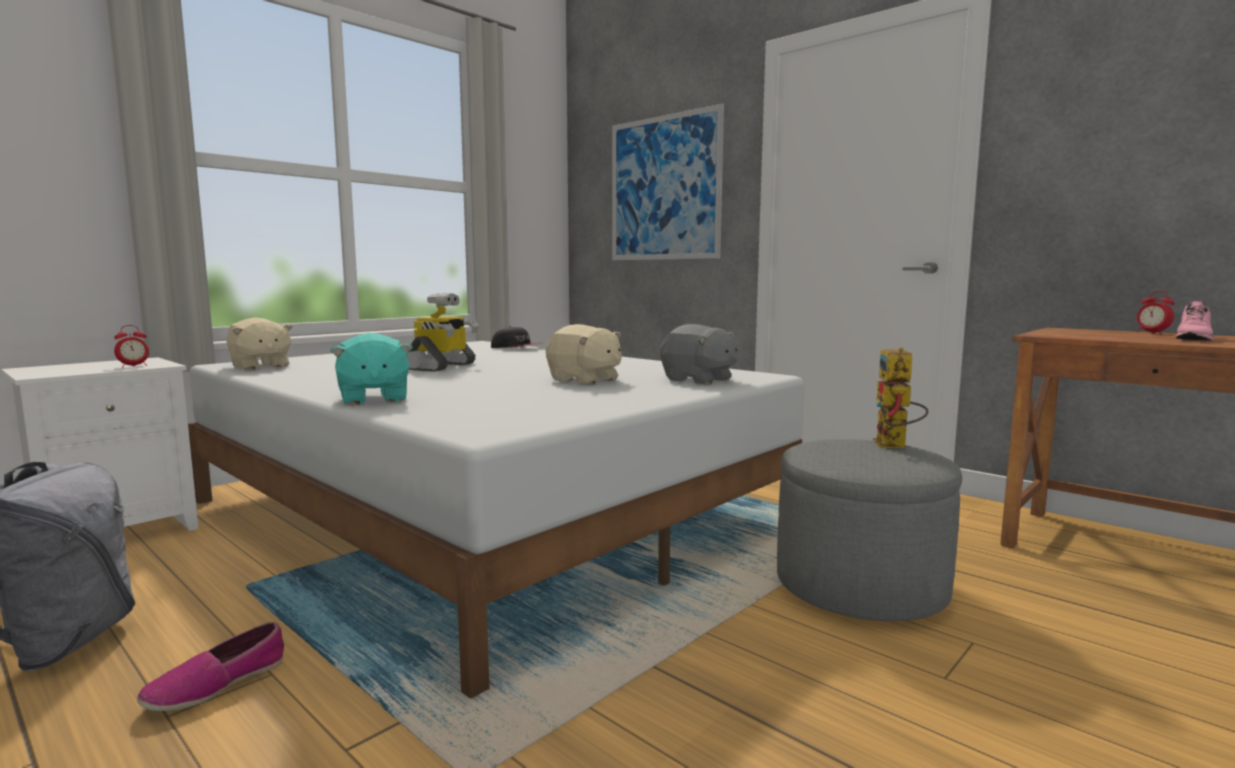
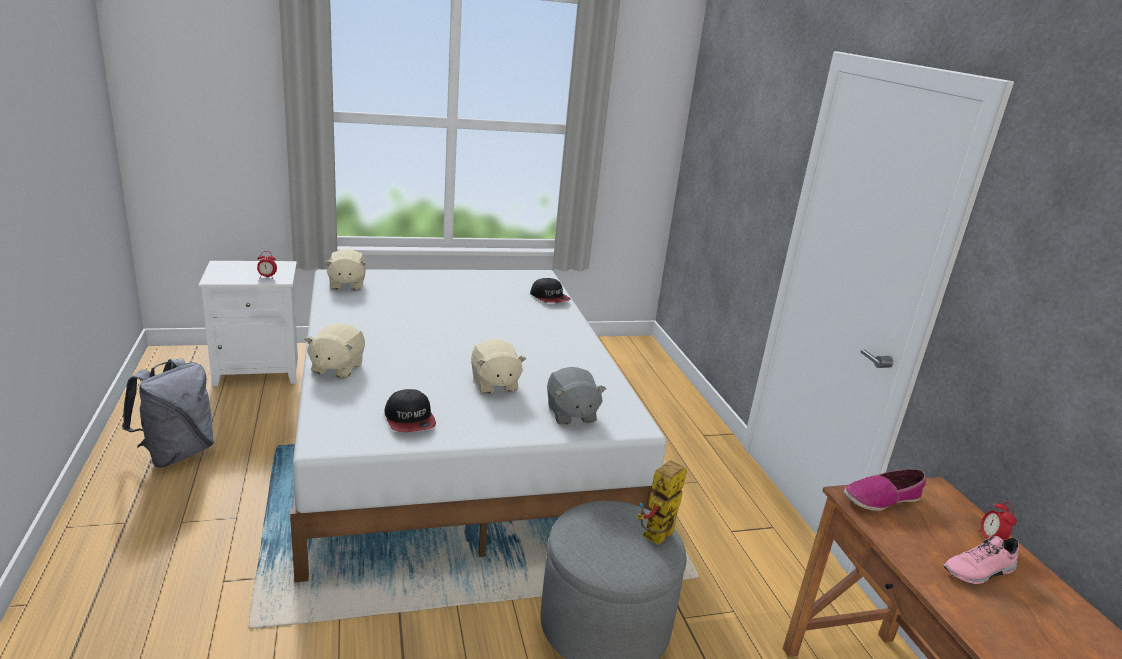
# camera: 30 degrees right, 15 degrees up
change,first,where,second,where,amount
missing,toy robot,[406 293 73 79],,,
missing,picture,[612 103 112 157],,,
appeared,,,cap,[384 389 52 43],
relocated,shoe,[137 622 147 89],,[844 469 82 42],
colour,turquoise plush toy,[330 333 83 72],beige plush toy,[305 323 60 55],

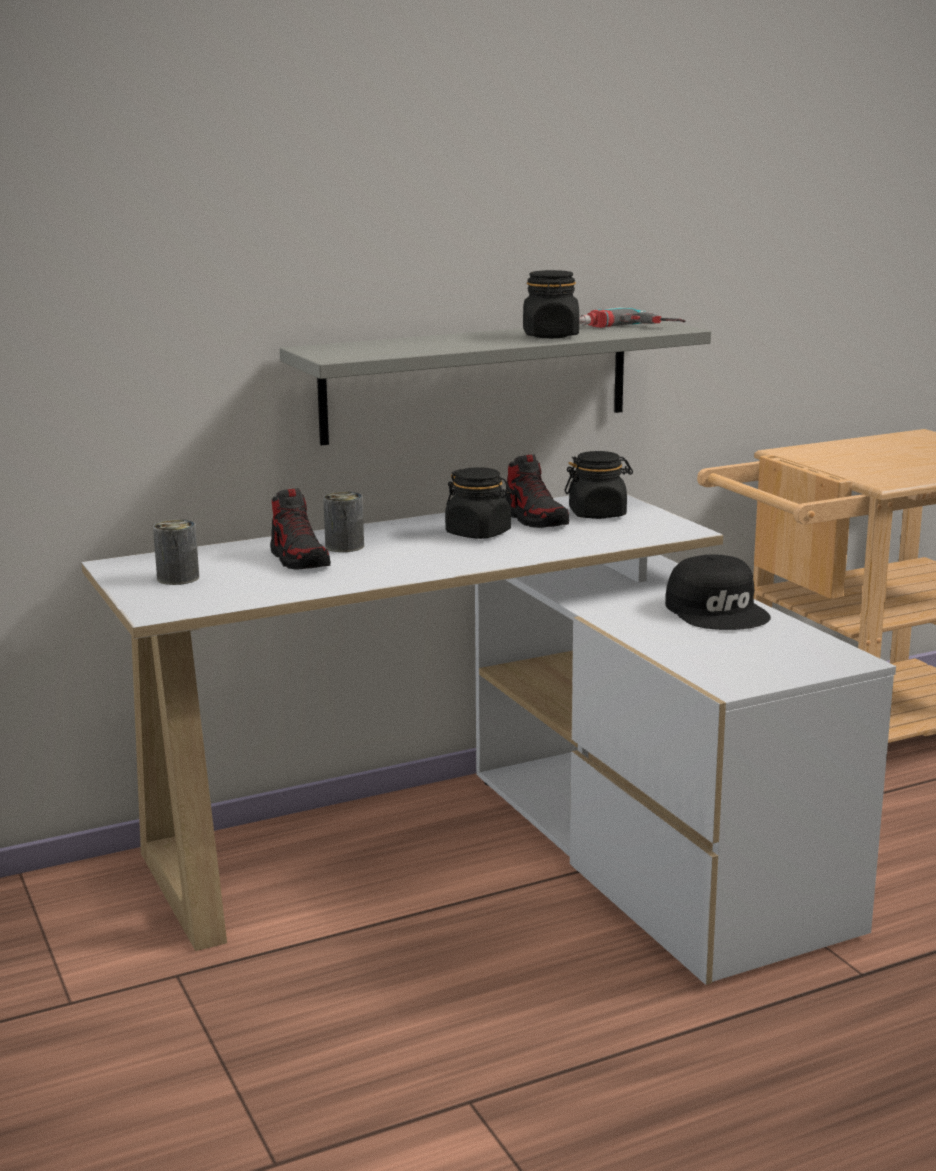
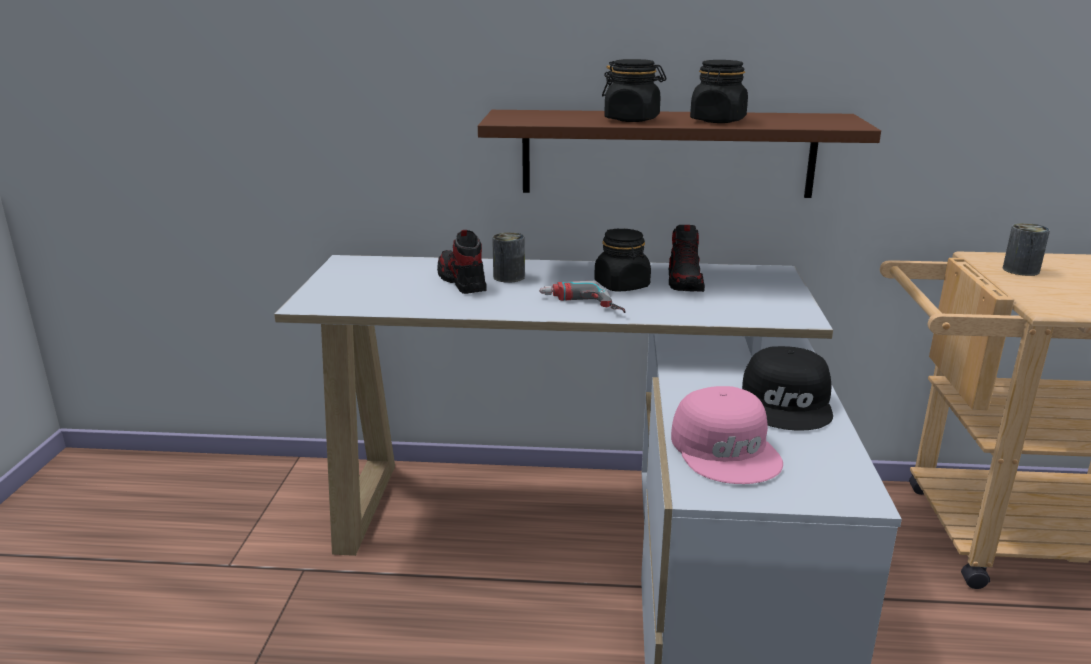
# camera: 30 degrees right, 5 degrees up
change,first,where,second,where,amount
appeared,,,pink cap,[671 386 112 98],
relocated,can,[153 519 46 66],,[1003 223 47 53],
relocated,black jar,[564 451 69 68],,[602 59 65 63],
relocated,power drill,[579 307 106 21],,[539 281 87 32],
colour,grey shelf,[280 321 431 124],brown shelf,[478 110 403 88],
spun,shoe,[270 489 61 80],,[437 230 50 64],150 degrees clockwise

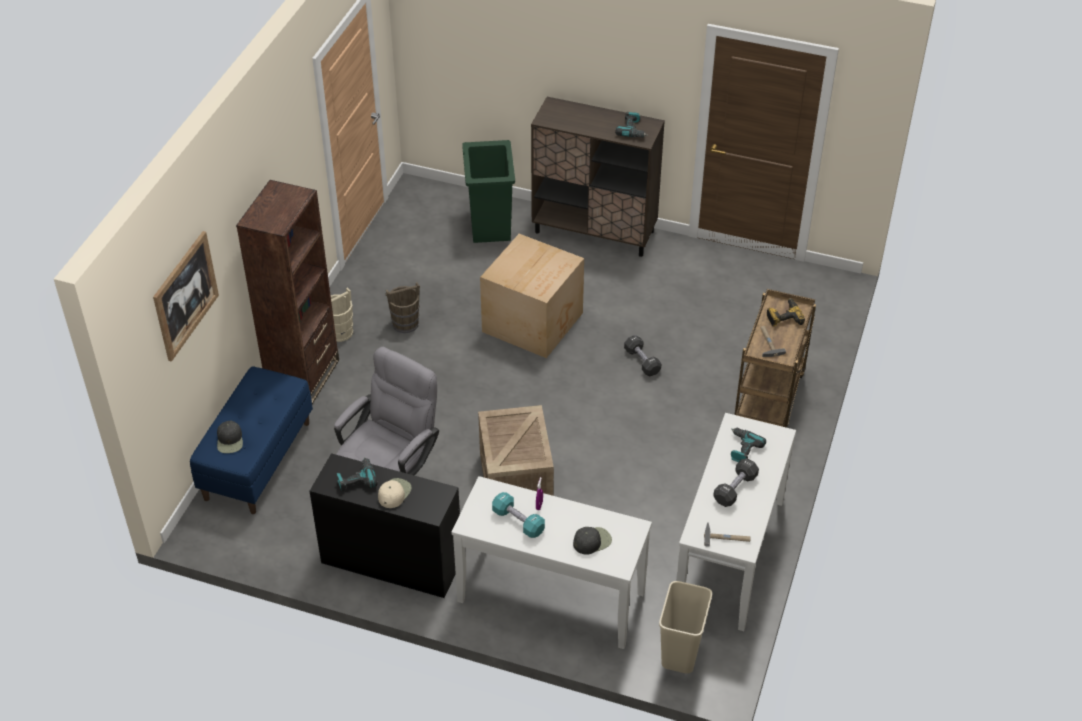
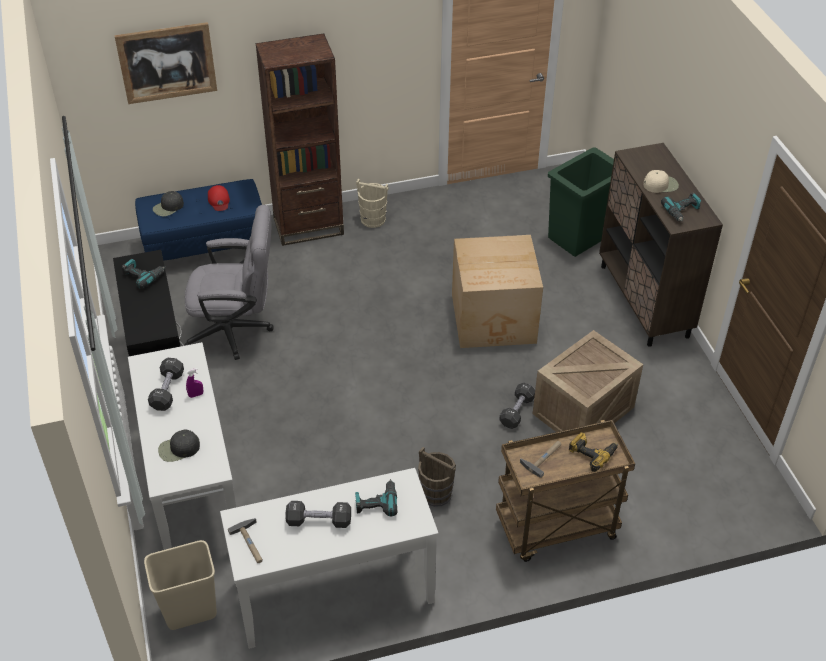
# camera: 55 degrees right, 0 degrees up
change,first,where,second,where,amount
appeared,,,red cap,[208 185 22 26],
relocated,beige cap,[378 478 34 30],,[643 170 36 23],
relocated,brown bucket,[386 282 34 51],,[418 447 38 60],
relocated,crate,[478 405 76 91],,[533 330 110 102],
colour,turquoise dumbbell,[492 492 53 46],black dumbbell,[148 358 36 53],
spun,black cap,[573 527 39 28],,[158 429 42 33],135 degrees clockwise

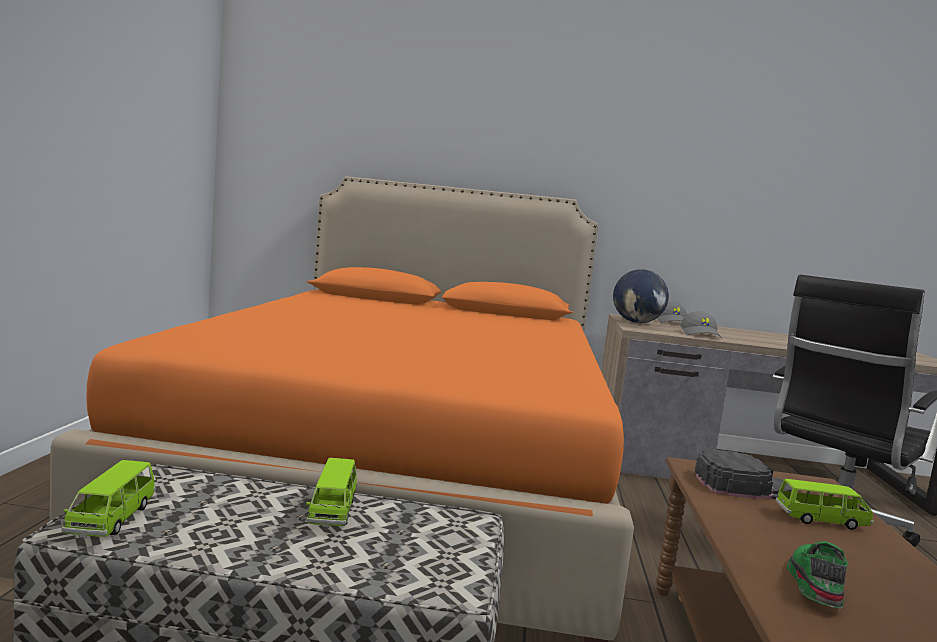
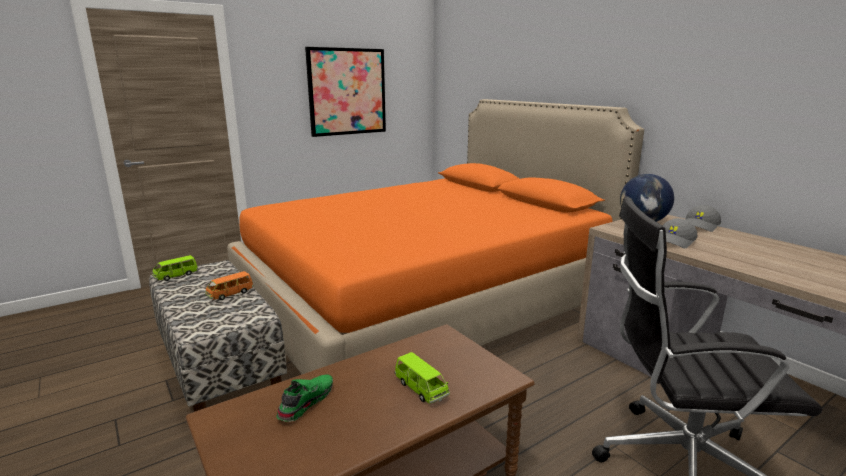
# camera: 50 degrees right, 10 degrees up
change,first,where,second,where,amount
missing,black cap,[695 449 98 51],,,
appeared,,,picture,[305 47 81 90],
colour,green toy car,[306 458 51 70],orange toy car,[205 271 49 29],
spun,green shoe,[787 541 61 68],,[276 374 57 48],45 degrees counterclockwise

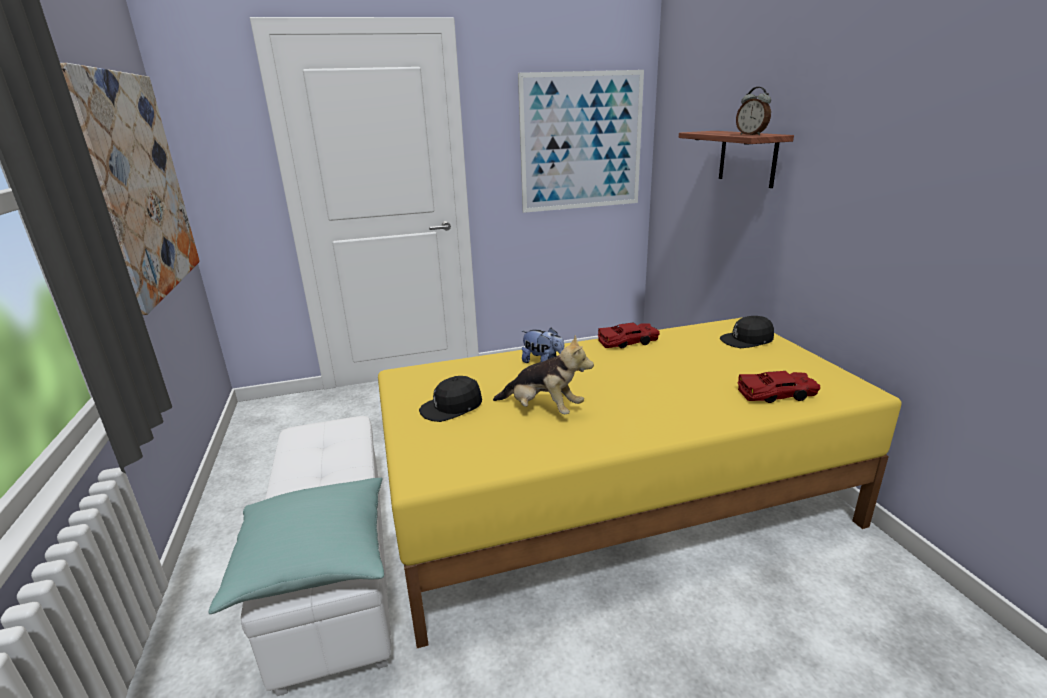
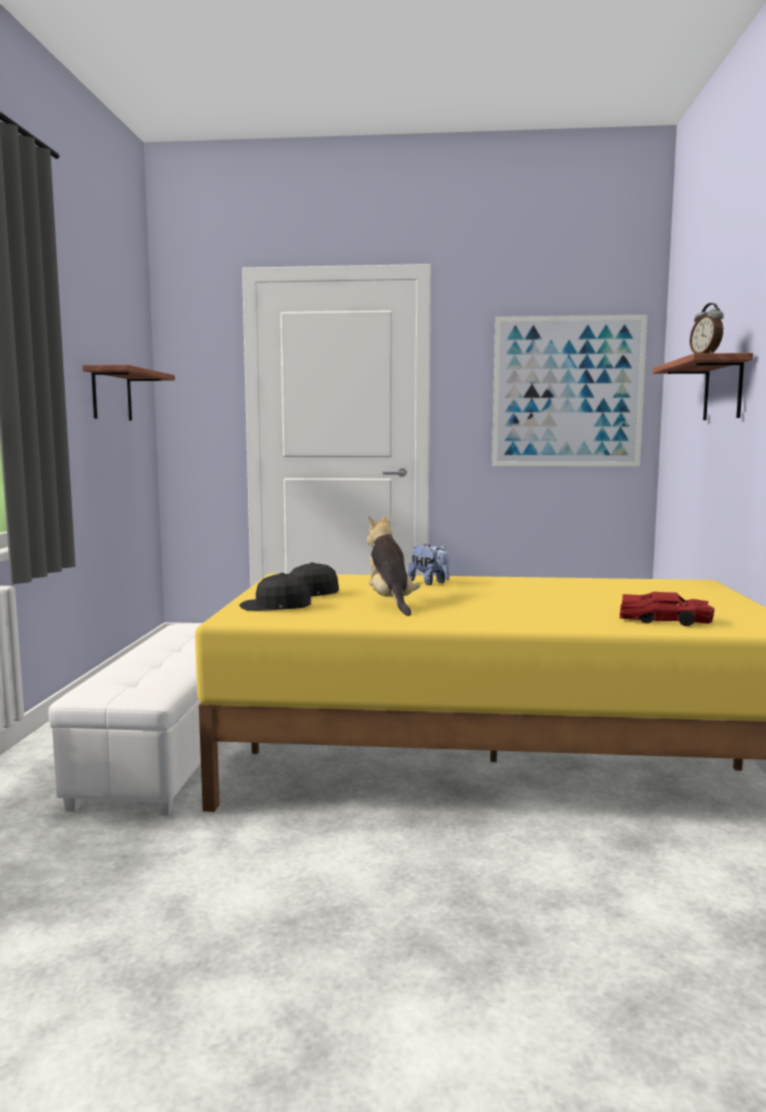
# camera: 20 degrees right, 15 degrees down
change,first,where,second,where,amount
missing,turquoise pillow,[209 478 175 136],,,
missing,red toy car,[598 322 62 26],,,
relocated,black cap,[720 316 54 32],,[239 573 72 38],
exchanged,picture,[60 63 140 252],shelf,[82 365 93 56],
spun,plush toy,[493 335 101 80],,[367 516 53 100],150 degrees counterclockwise

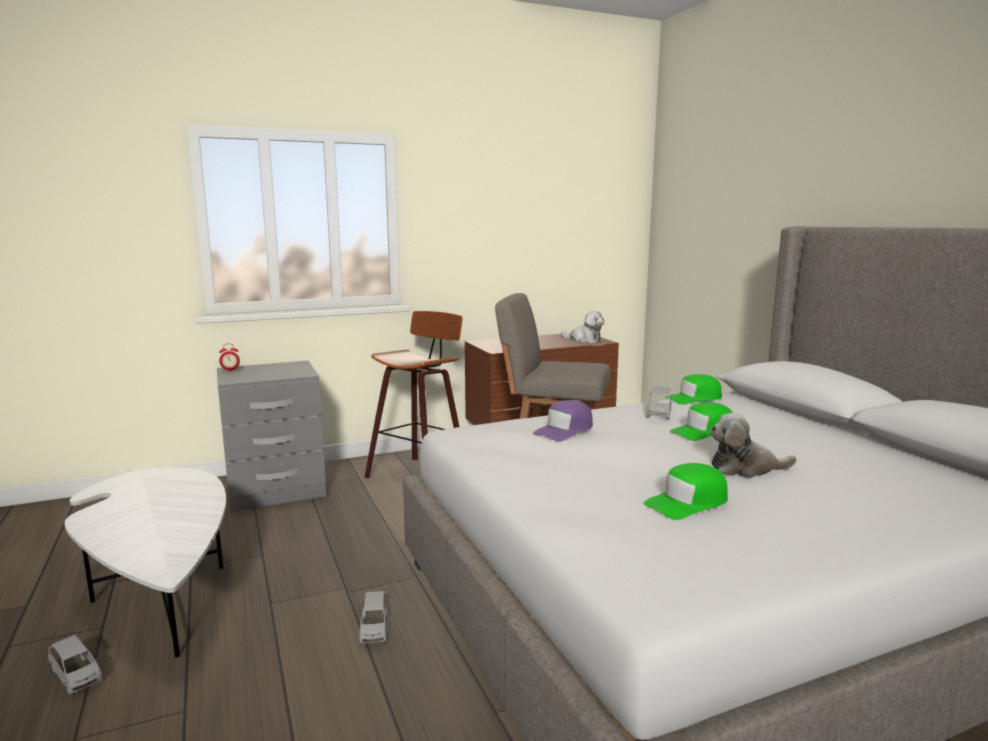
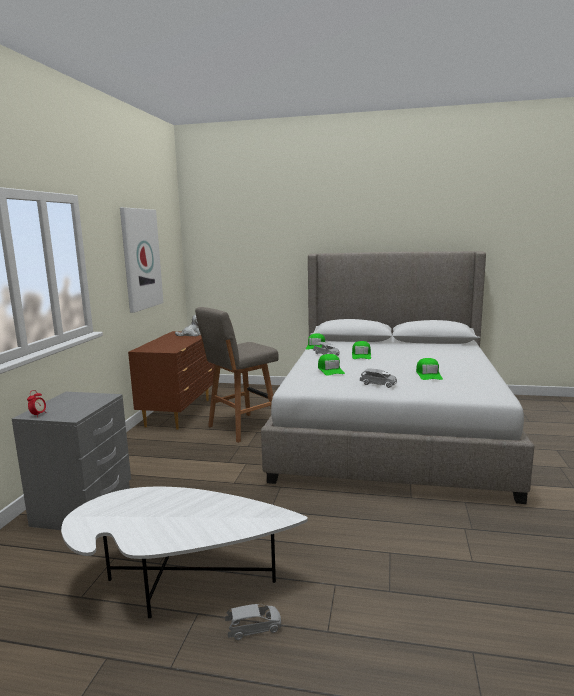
# camera: 55 degrees left, 0 degrees up
change,first,where,second,where,amount
missing,stool,[365 311 98 167],,,
missing,plush toy,[710 413 87 65],,,
appeared,,,picture,[120 207 44 106],
relocated,grey toy car,[359 591 29 52],,[360 368 37 20],
colour,purple cap,[533 400 60 41],green cap,[318 354 27 22],

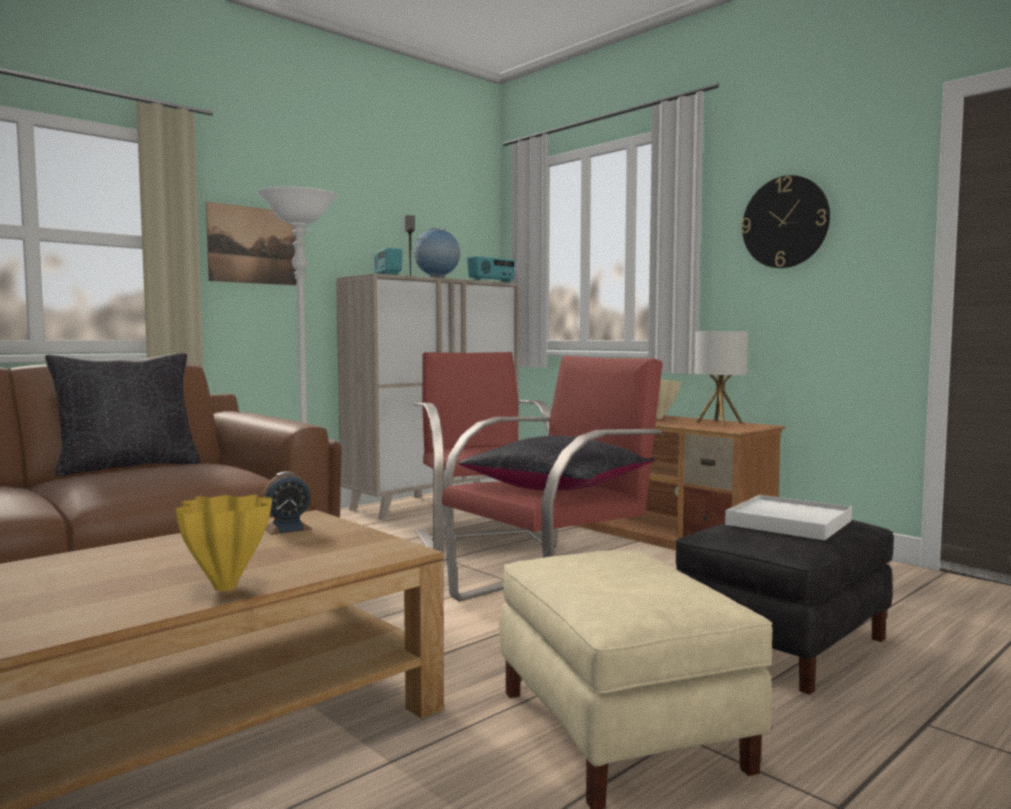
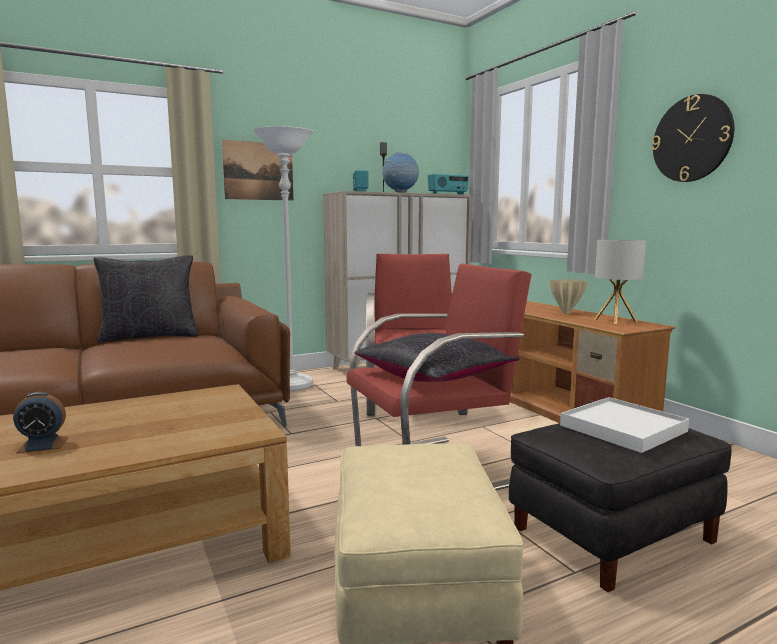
# camera: 15 degrees right, 5 degrees up
change,first,where,second,where,amount
missing,yellow vase,[175 495 97 96],,,
relocated,alarm clock,[262 471 50 64],,[13 392 55 61],

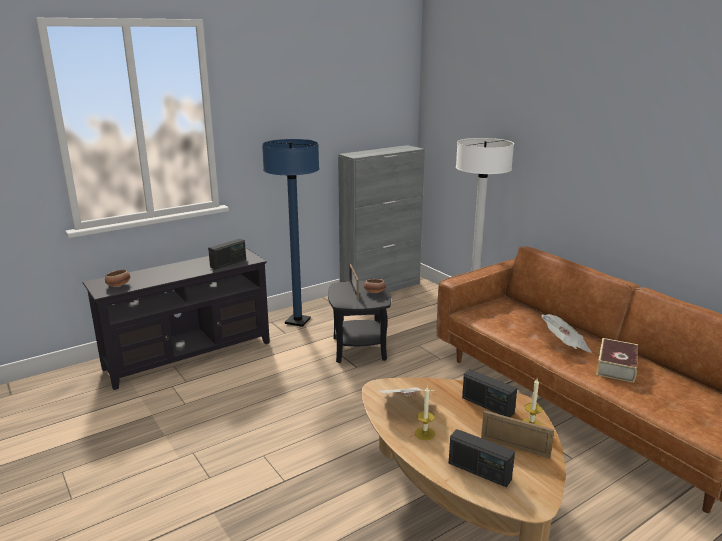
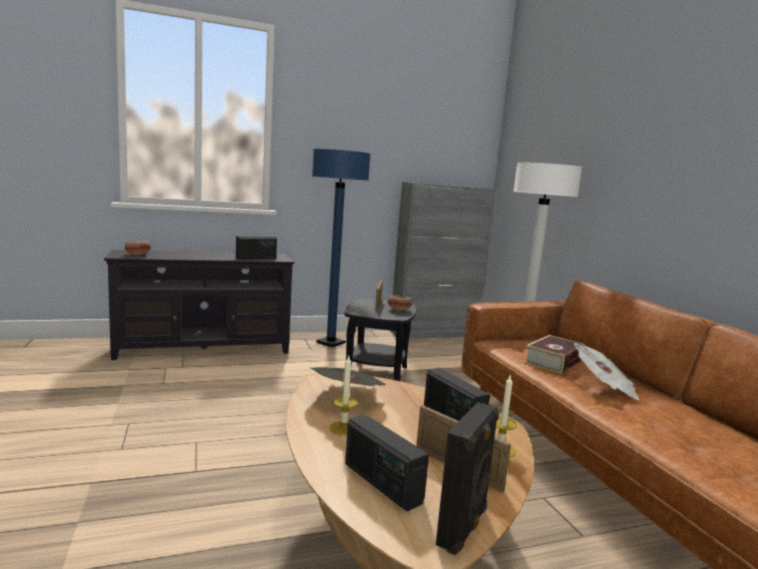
# camera: 15 degrees right, 10 degrees down
change,first,where,second,where,amount
appeared,,,black speaker,[436 402 63 153],
relocated,book,[596 338 42 45],,[524 335 61 39],

